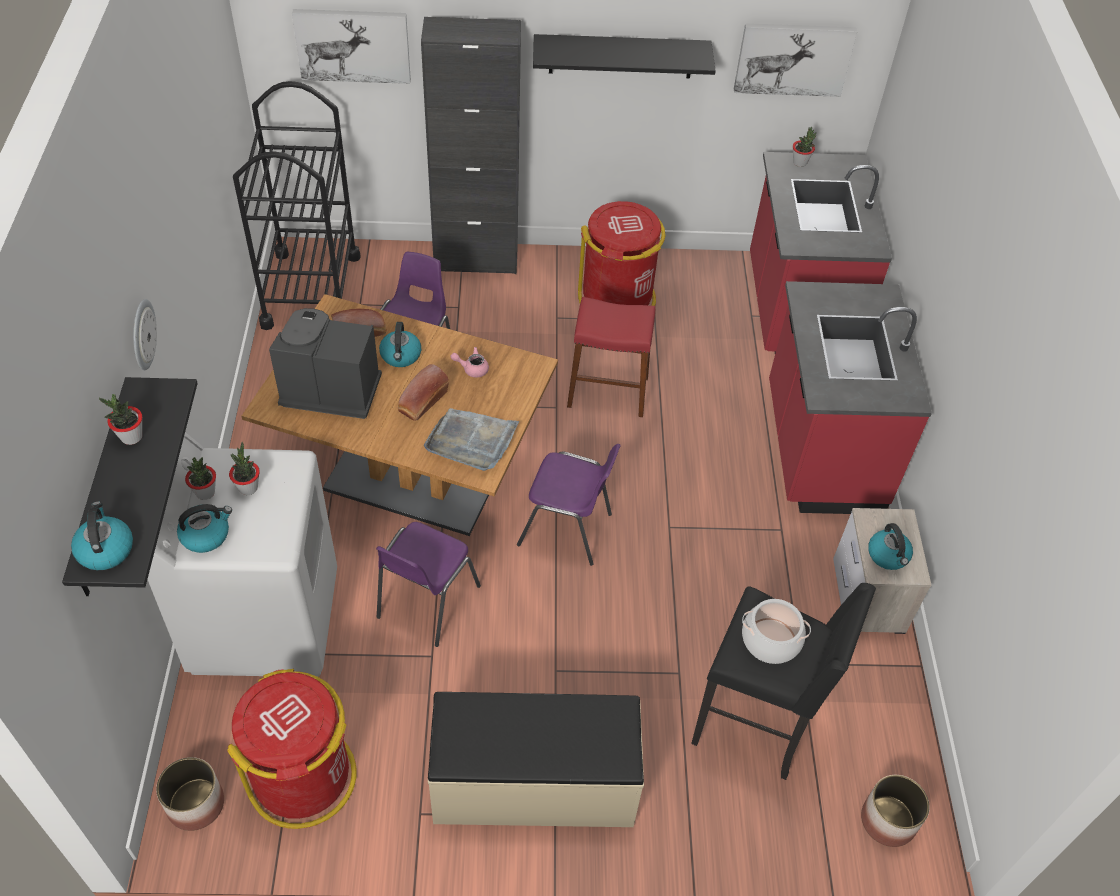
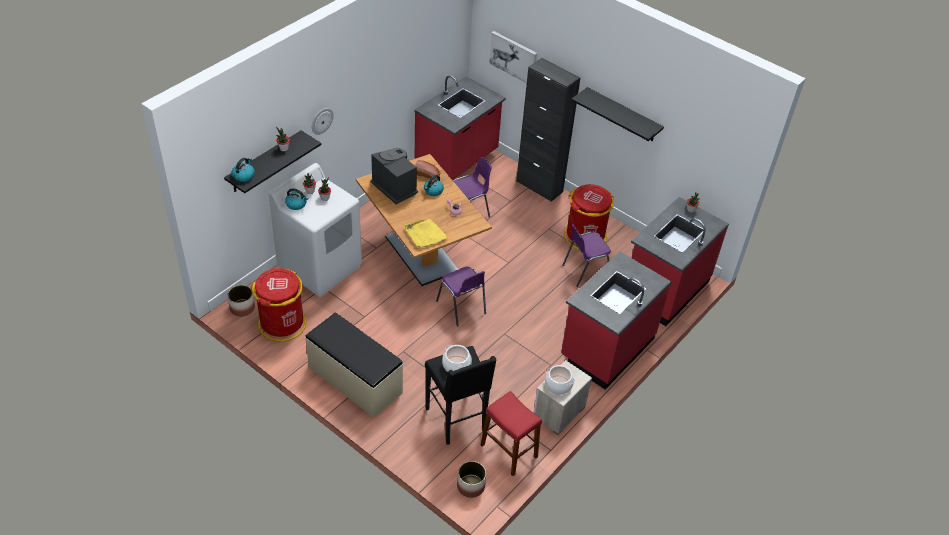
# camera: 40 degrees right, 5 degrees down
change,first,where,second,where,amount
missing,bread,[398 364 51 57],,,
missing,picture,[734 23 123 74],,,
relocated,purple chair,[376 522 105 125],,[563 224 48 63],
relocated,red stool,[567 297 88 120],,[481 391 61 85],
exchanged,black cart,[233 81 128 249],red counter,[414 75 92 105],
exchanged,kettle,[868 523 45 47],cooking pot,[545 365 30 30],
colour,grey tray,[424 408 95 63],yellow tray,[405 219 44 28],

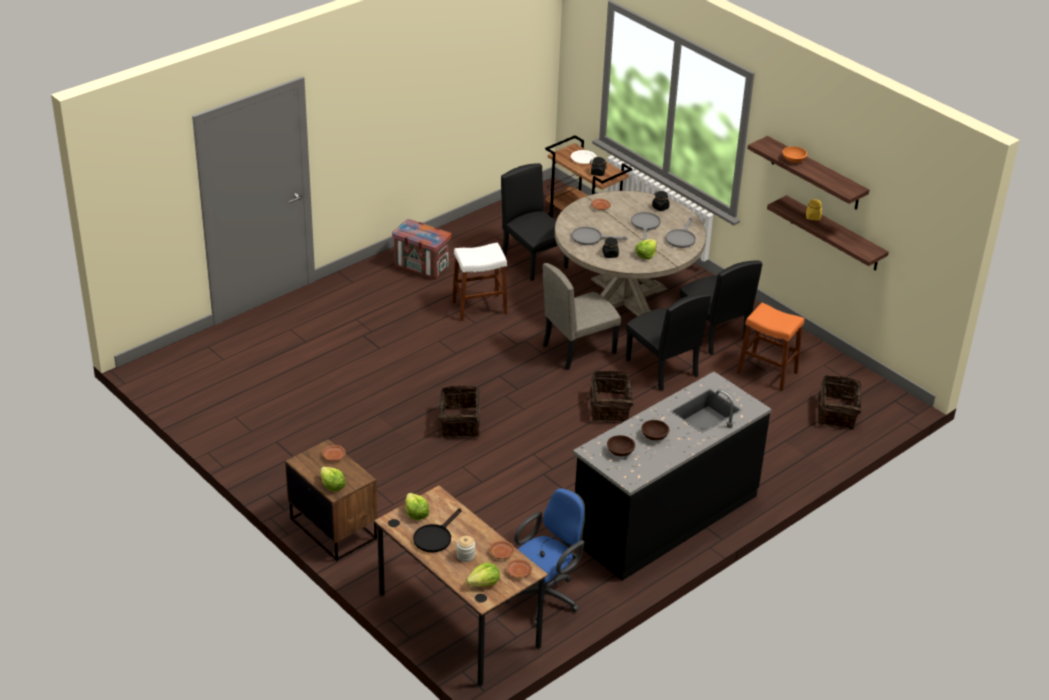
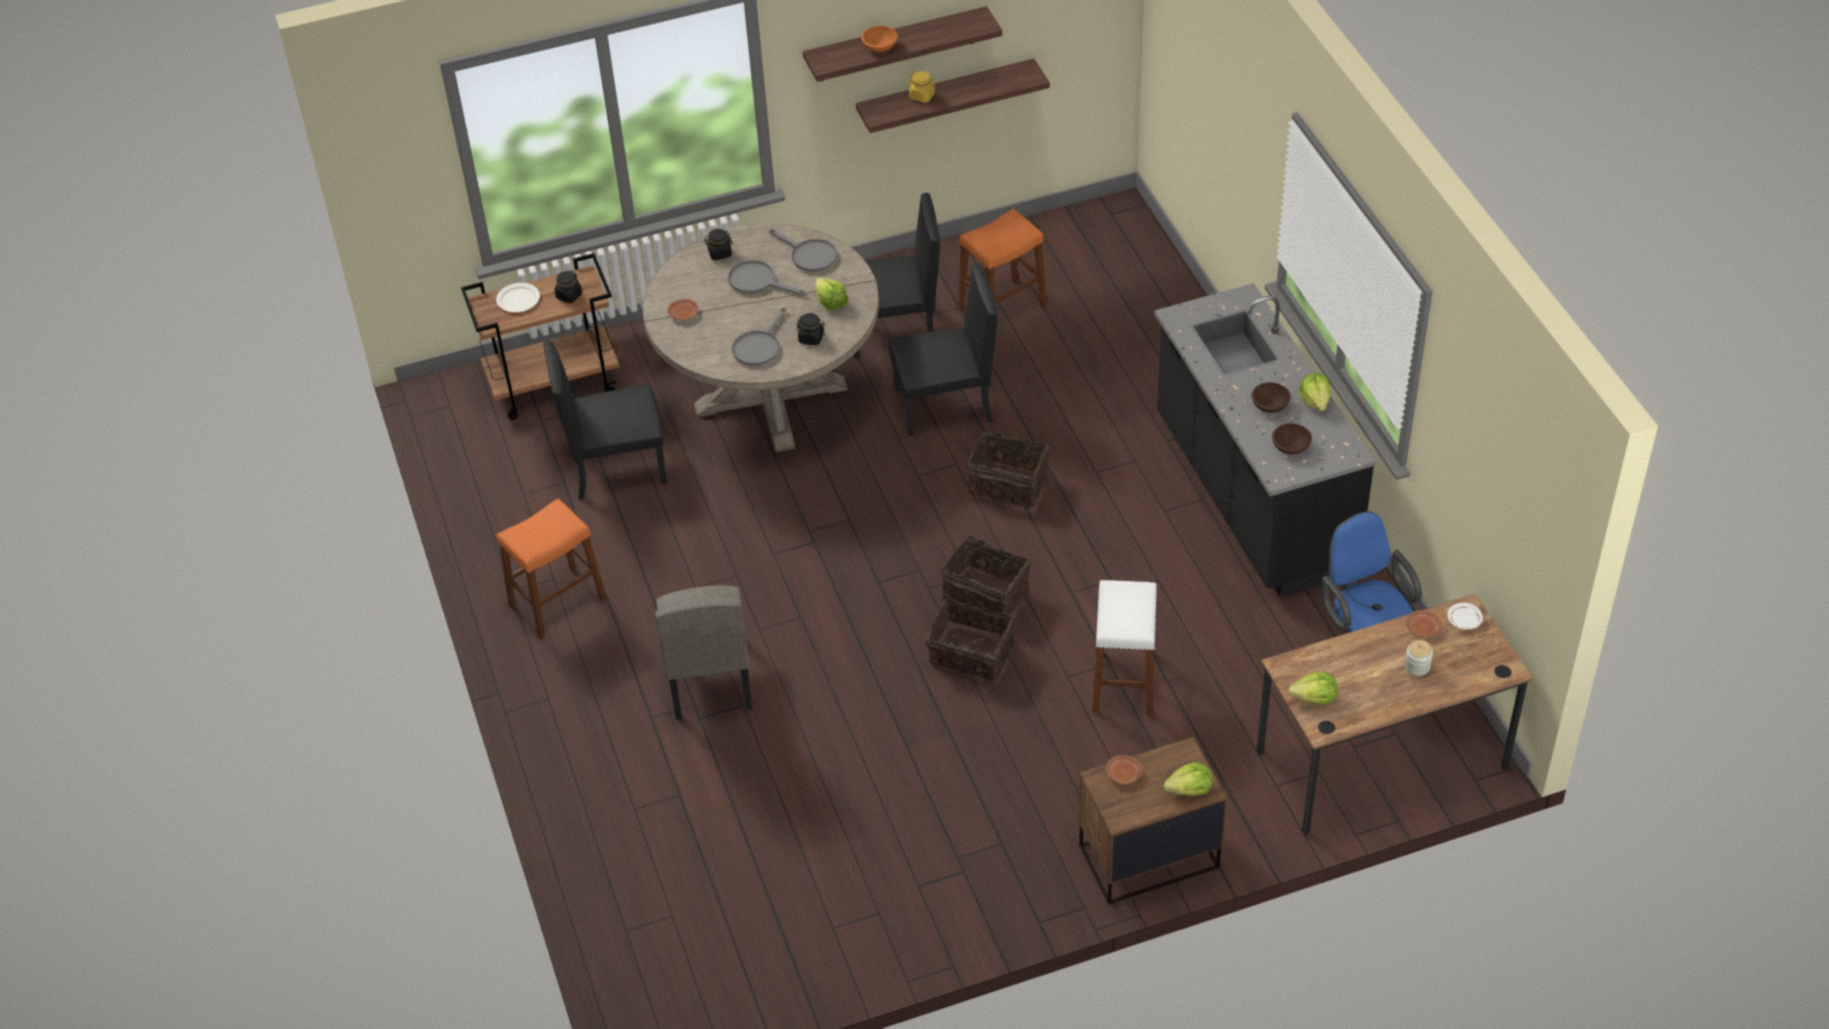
# camera: 65 degrees left, 10 degrees up
change,first,where,second,where,amount
missing,black frying pan,[413 508 49 45],,,
relocated,white stool,[452 242 55 79],,[1092 580 65 136],
relocated,lettuce,[466 562 34 25],,[1298 373 33 38],
relocated,beige chair,[543 263 78 107],,[655 585 97 135],
relocated,basket,[817 375 54 55],,[941 536 90 79],
exchanged,crate,[392 219 59 61],orange stool,[496 498 110 140],
colour,brown plate,[506 559 26 19],white plate,[1447 603 36 27],

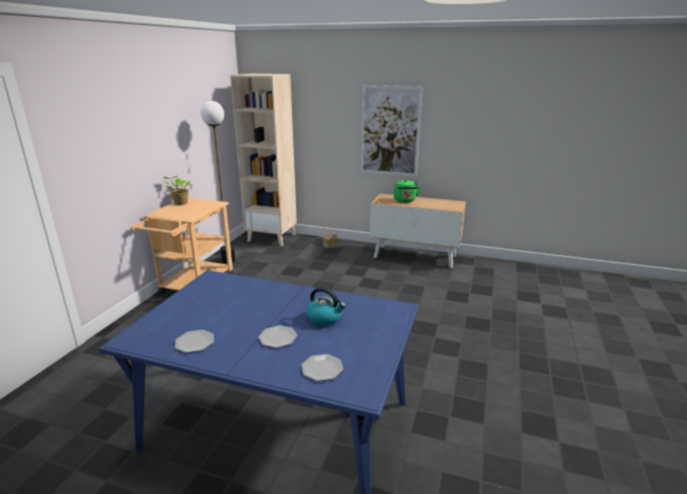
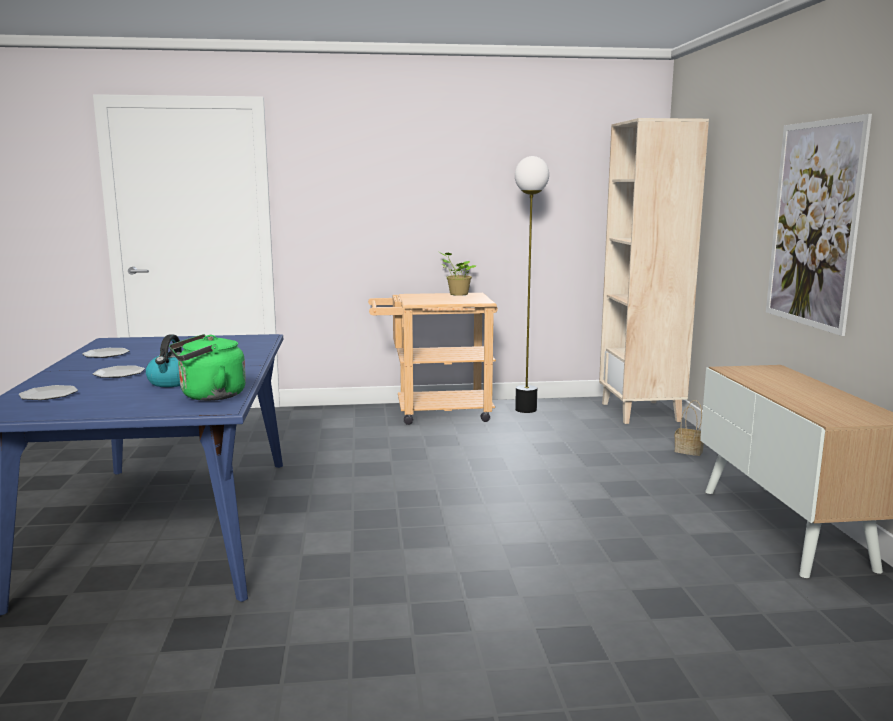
# camera: 65 degrees right, 10 degrees down
change,first,where,second,where,amount
relocated,green kettle,[394 179 27 24],,[169 334 77 67],

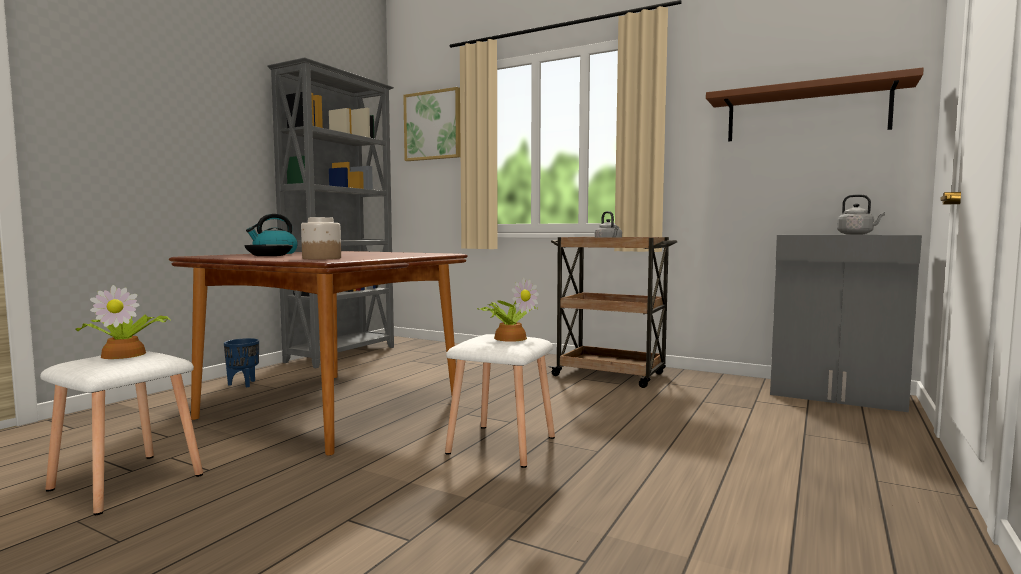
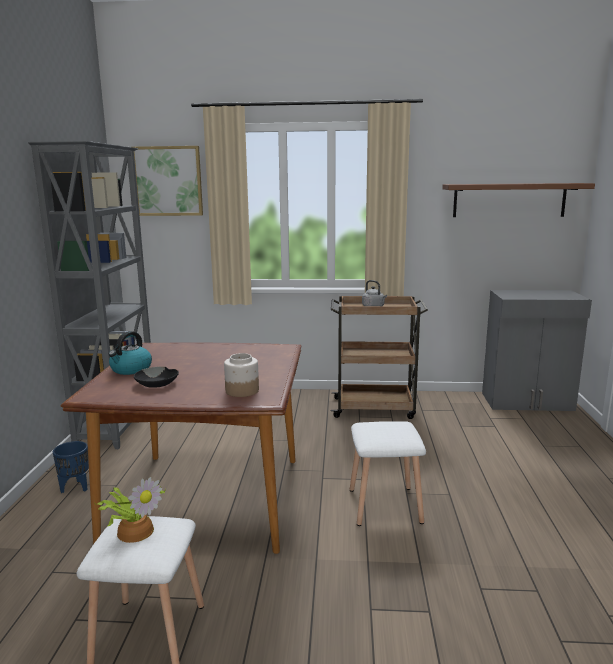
# camera: 25 degrees left, 10 degrees up
change,first,where,second,where,amount
missing,potted plant,[477 277 62 65],,,
missing,grey kettle,[837 194 48 41],,,

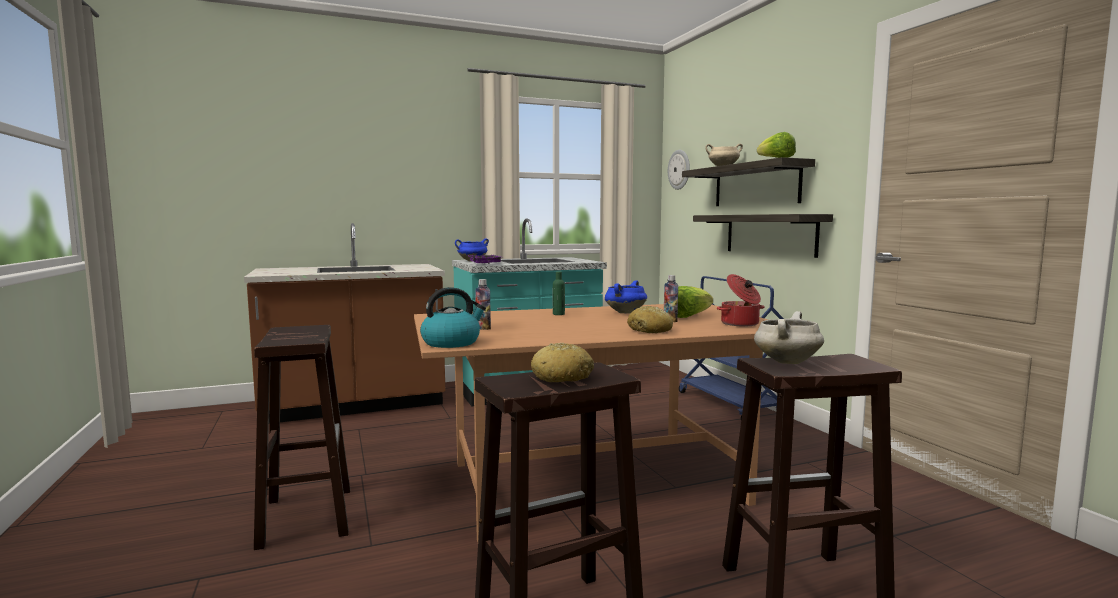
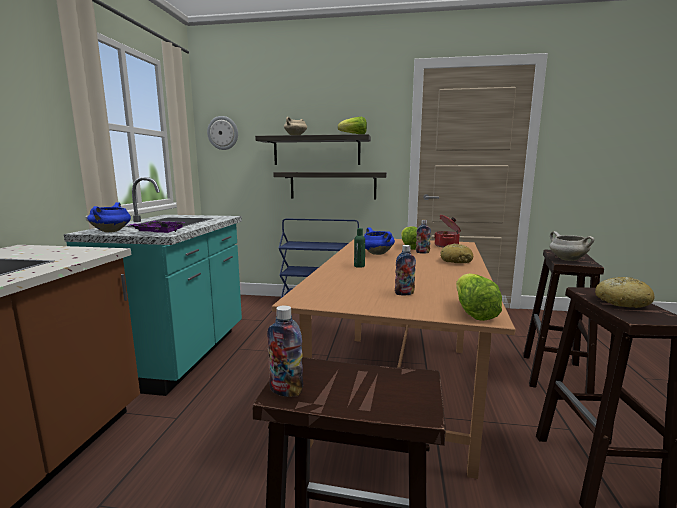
# camera: 60 degrees left, 5 degrees up
change,first,where,second,where,amount
appeared,,,bottle,[267 305 36 92],
exchanged,kettle,[420 287 66 61],lettuce,[456 273 46 48],

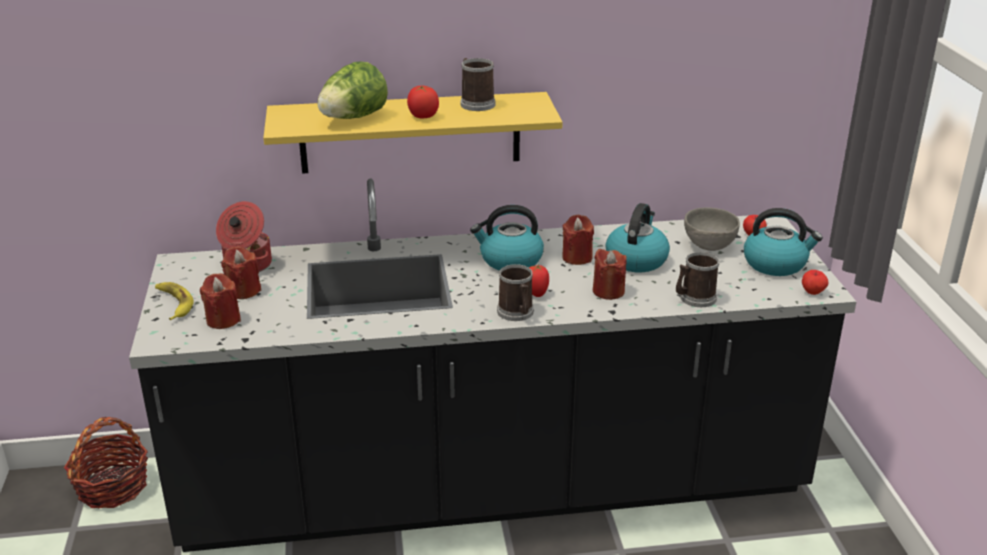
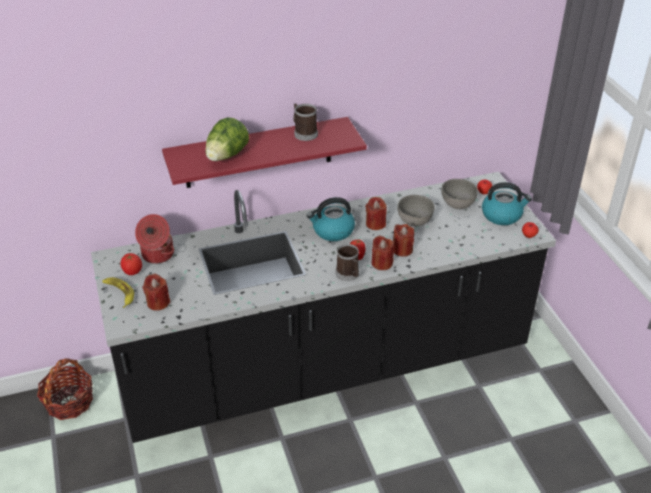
# camera: 10 degrees left, 10 degrees up
change,first,where,second,where,amount
missing,mug,[676 252 43 55],,,
relocated,red candle,[221 246 40 53],,[372 236 22 34],
relocated,tomato,[407 86 32 32],,[121 253 21 22],
exchanged,kettle,[606 203 64 69],grey bowl,[397 195 38 32],
colour,yellow shelf,[263 92 300 82],red shelf,[162 117 205 71],

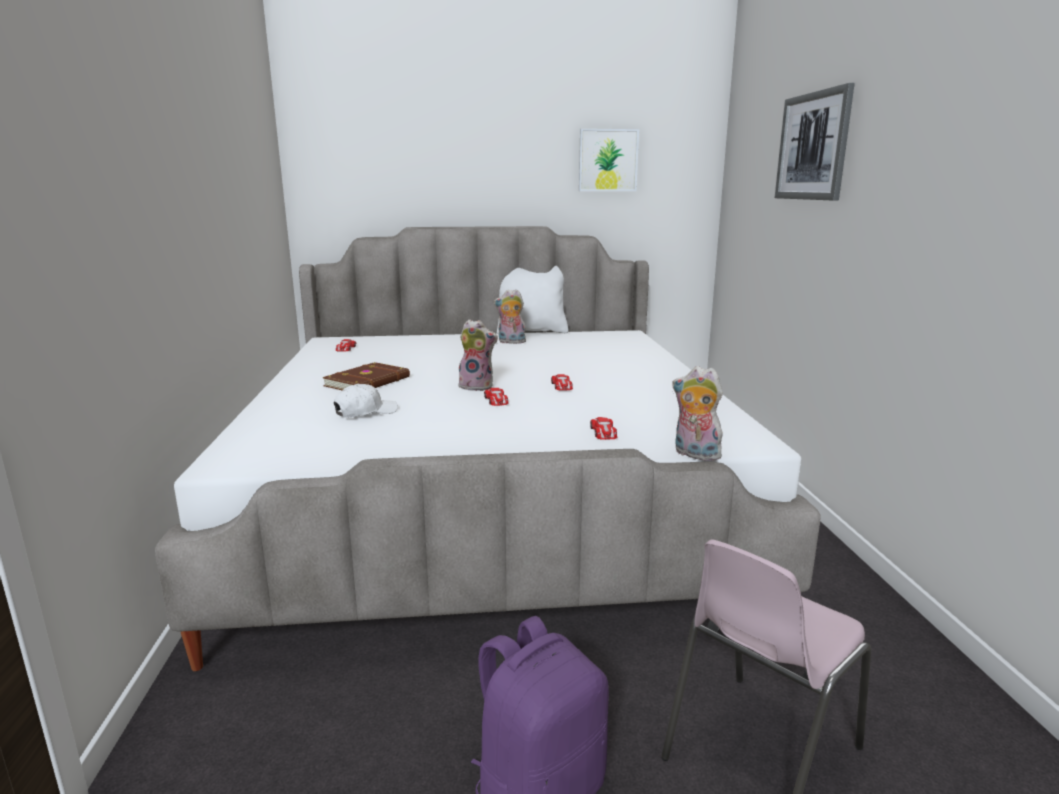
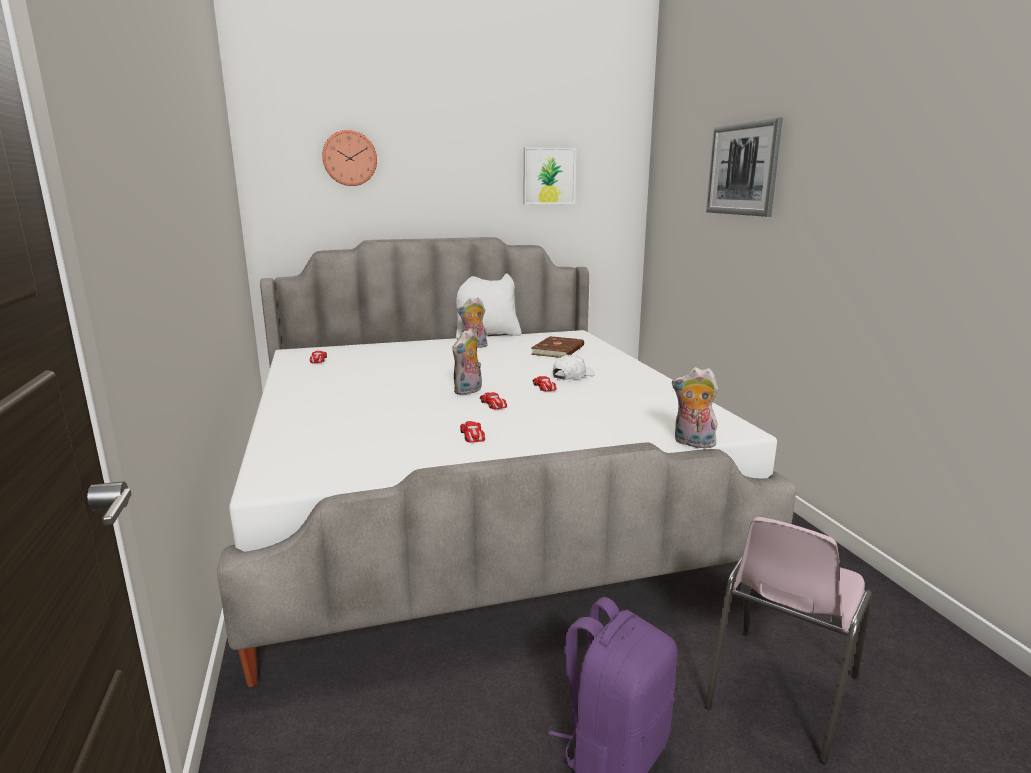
# camera: 10 degrees left, 0 degrees up
change,first,where,second,where,amount
appeared,,,wall clock,[322 130 55 56],
relocated,brown book,[322 362 88 28],,[531 336 53 22],
relocated,white cap,[334 384 64 34],,[553 355 42 25],
relocated,toy car,[590 417 27 23],,[460 421 25 22],
spun,plush toy,[459 319 39 72],,[452 329 30 66],120 degrees clockwise

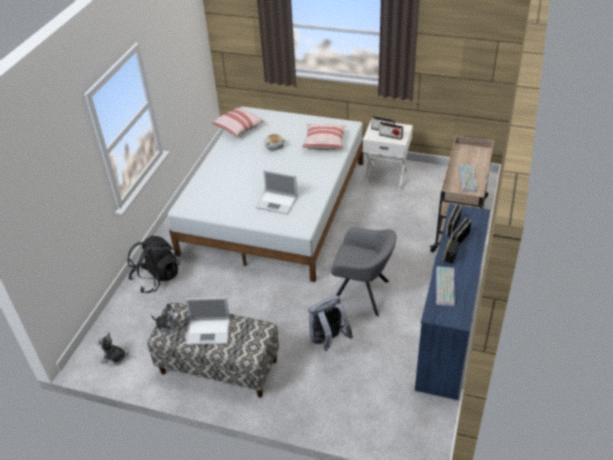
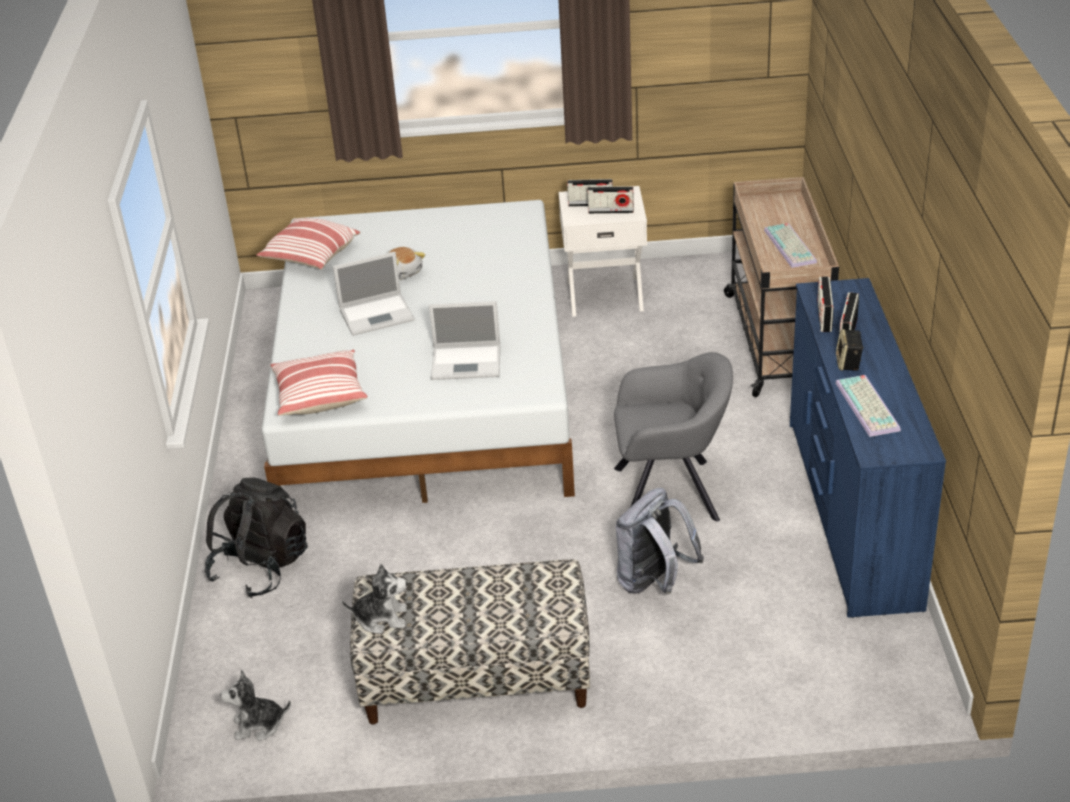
# camera: 20 degrees left, 5 degrees down
change,first,where,second,where,amount
relocated,laptop,[185 297 45 48],,[333 252 82 84],
relocated,pillow,[302 124 43 26],,[270 350 98 66],

